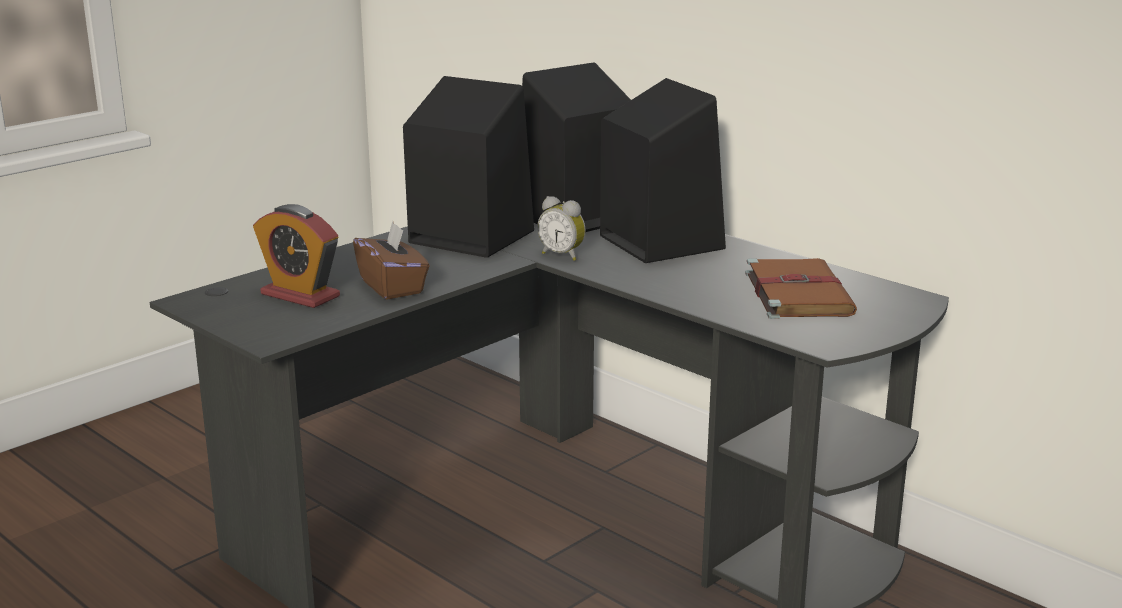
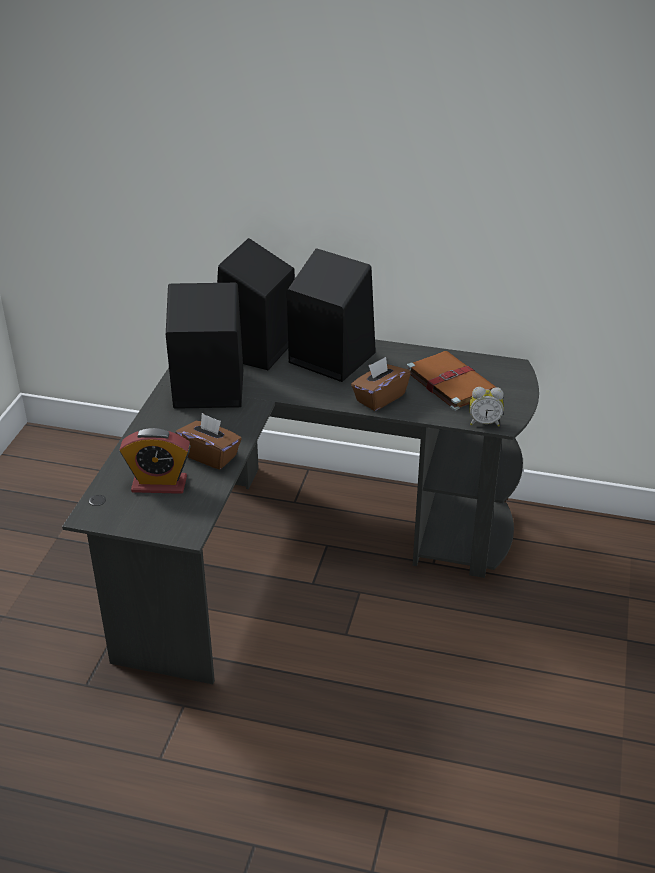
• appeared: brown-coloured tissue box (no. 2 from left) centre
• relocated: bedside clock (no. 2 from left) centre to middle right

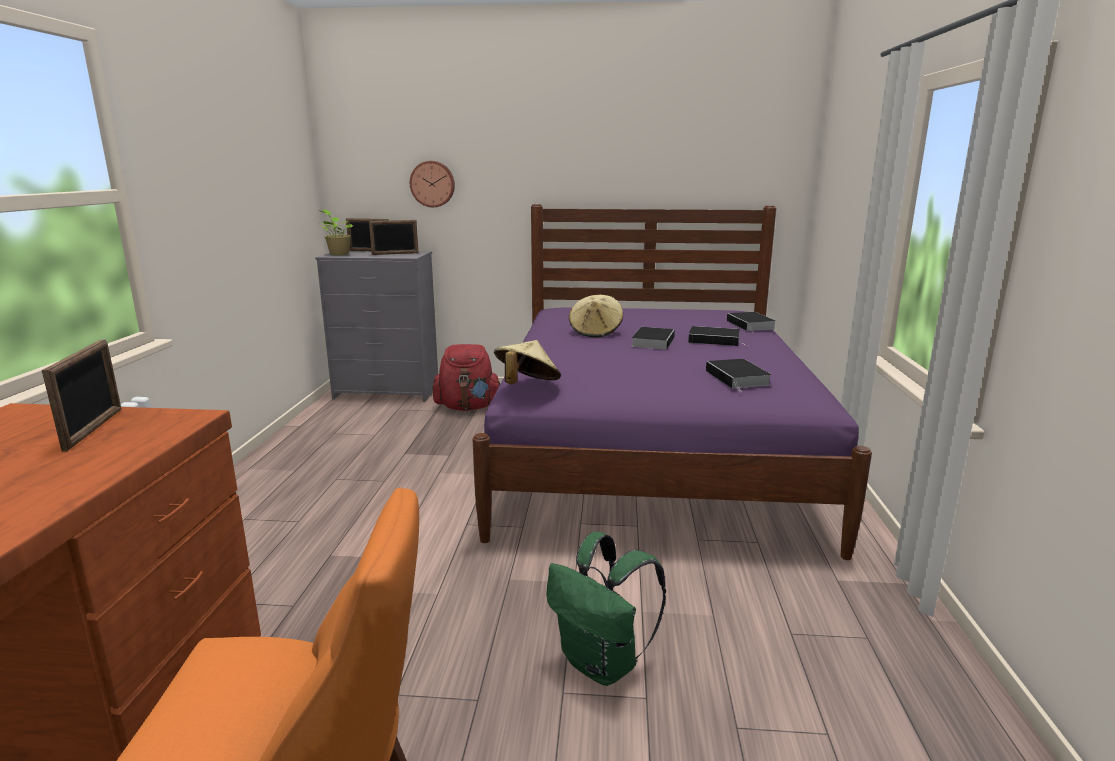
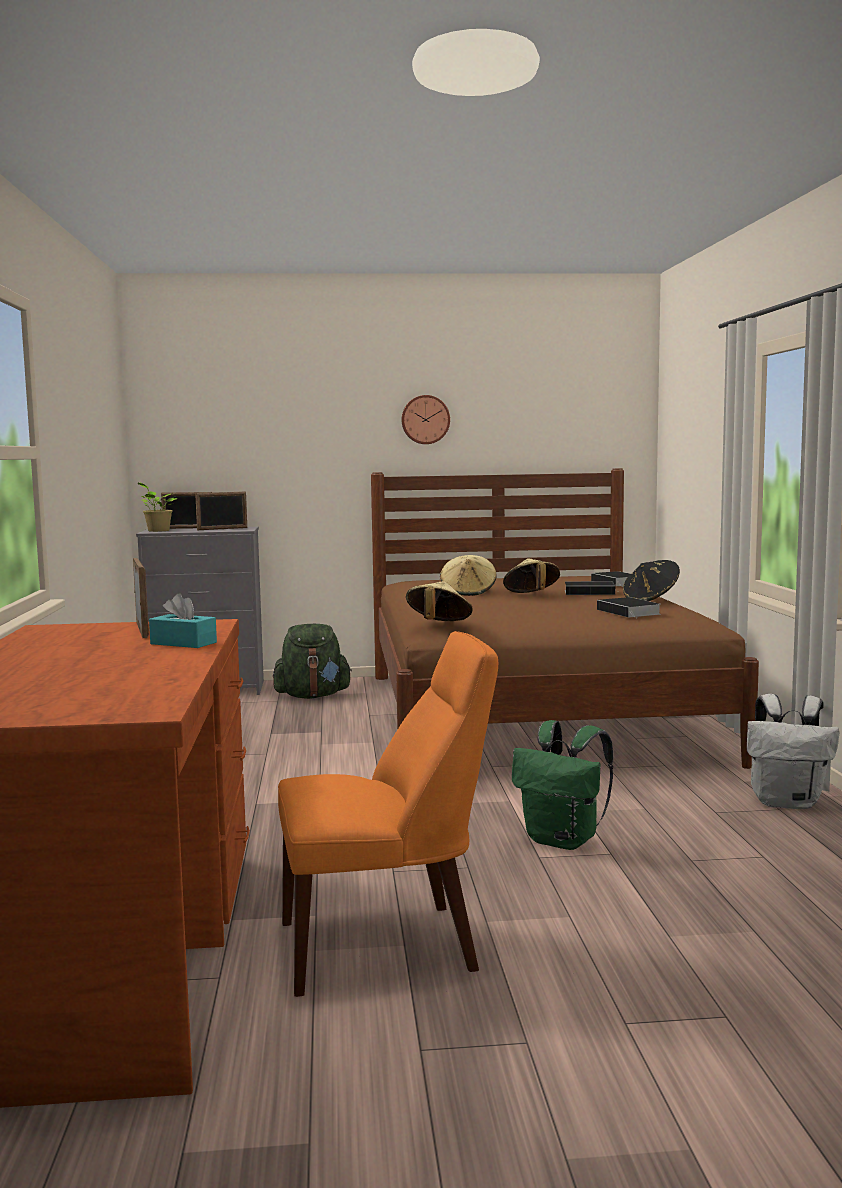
• appeared: turquoise tissue box middle left
• colour: red-coloured knapsack centre to greenish knapsack (no. 1 from left) centre
• colour: purple-coloured bedroom bed centre to brown-coloured bedroom bed middle right
• relocated: wall clock top centre to centre
• exchanged: bound book (no. 1 from left) centre to beige hat (no. 3 from left) centre
• appeared: black-coloured hat middle right
• appeared: white knapsack middle right

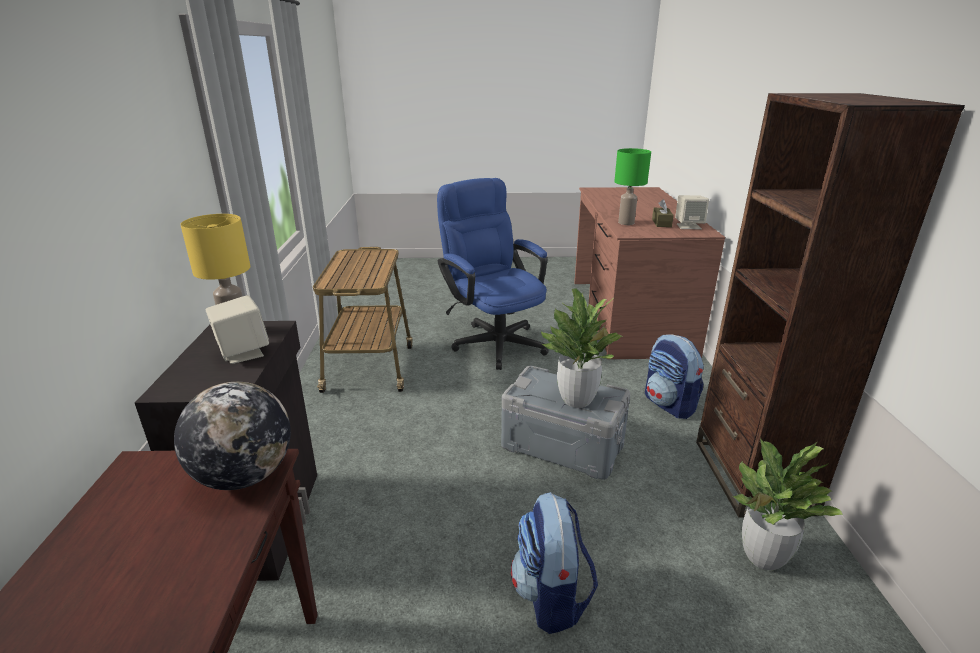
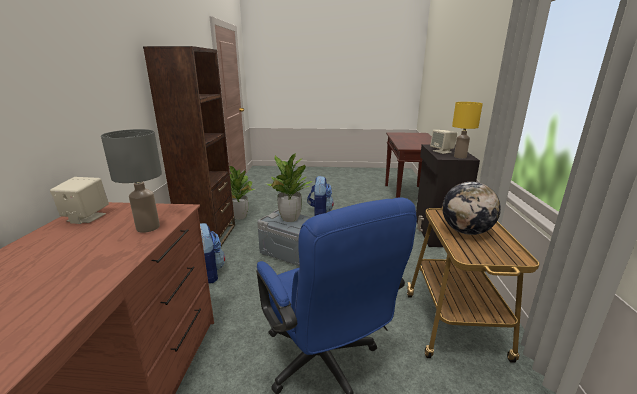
• colour: greenish table lamp top centre to grey table lamp middle left
• relocated: world globe bottom left to middle right
• missing: brown-coloured tissue box top right

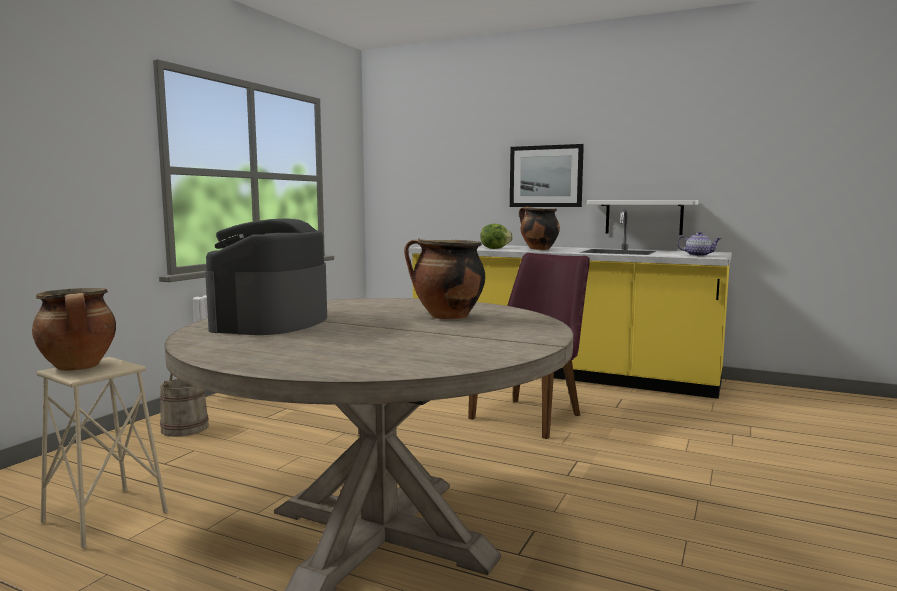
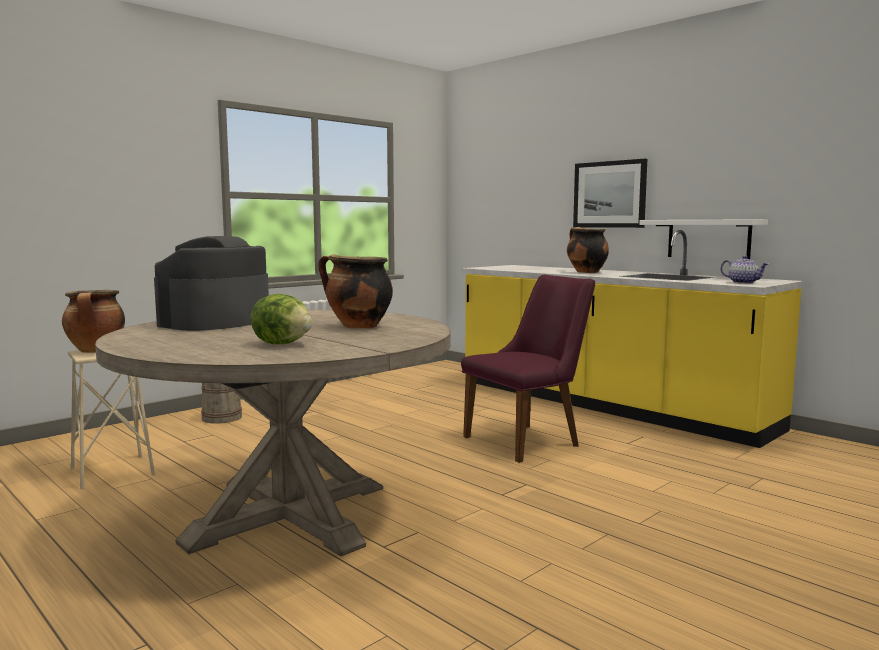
• relocated: lettuce head centre to middle left

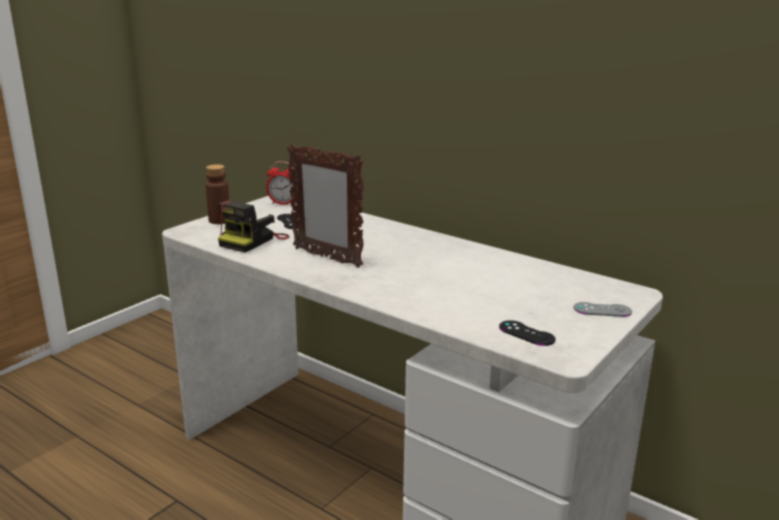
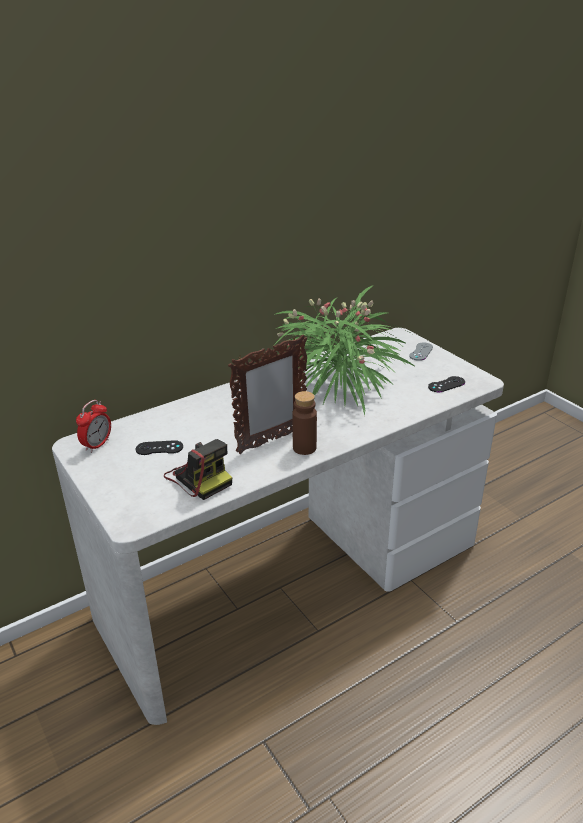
• appeared: houseplant centre
• relocated: brown-coloured beverage bottle middle left to centre

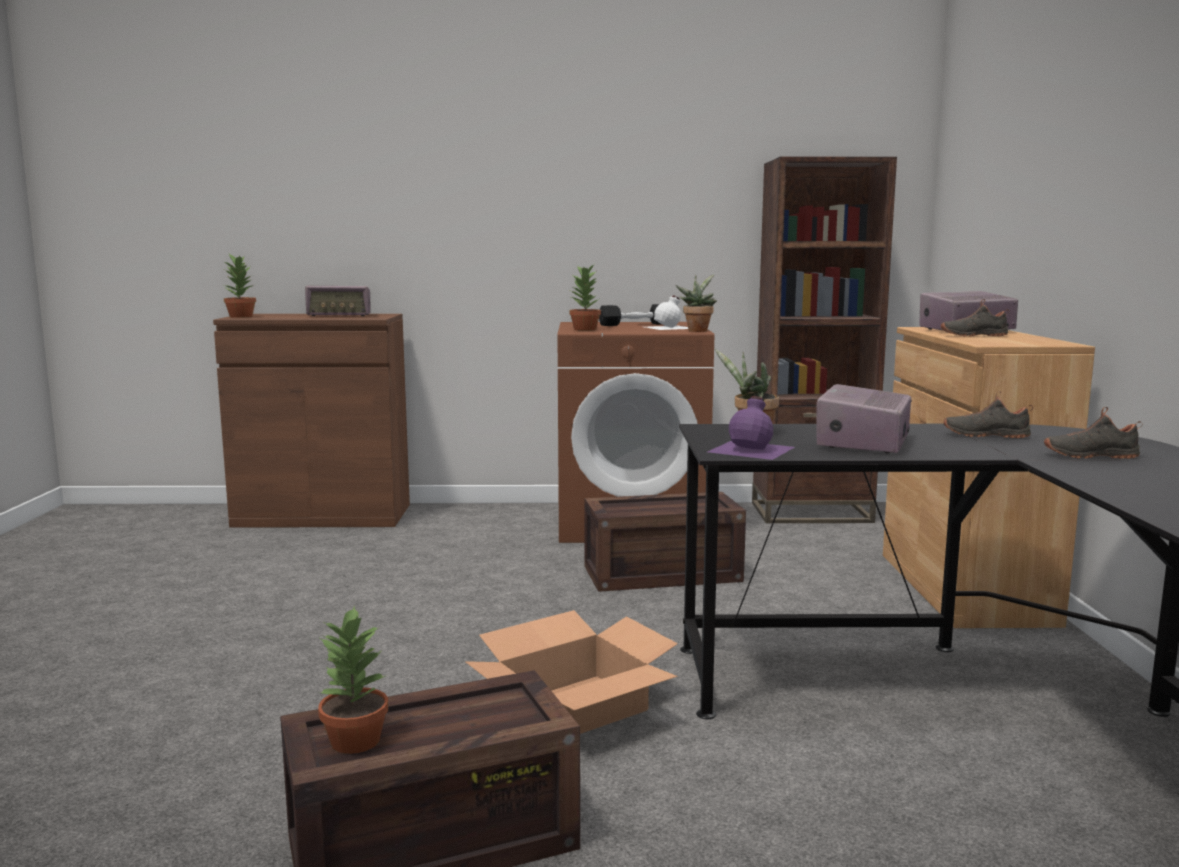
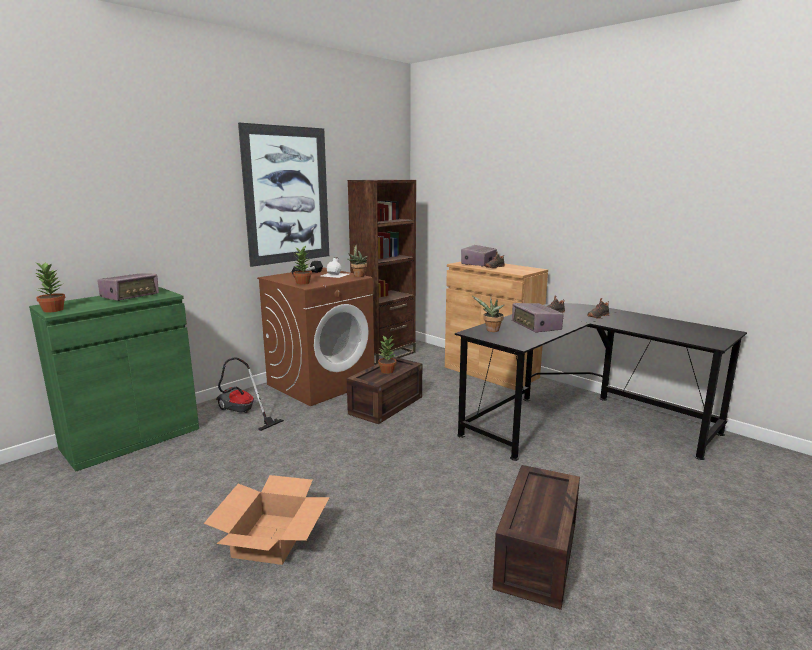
• colour: brown-coloured cupboard (no. 1 from left) middle left to greenish cupboard middle left
• relocated: cardboard box bottom centre to bottom left
• appeared: hoover middle left
• appeared: picture top centre
• relocated: houseplant (no. 2 from left in the first image) bottom left to houseplant (no. 4 from left) centre
• missing: purple-coloured beverage bottle centre

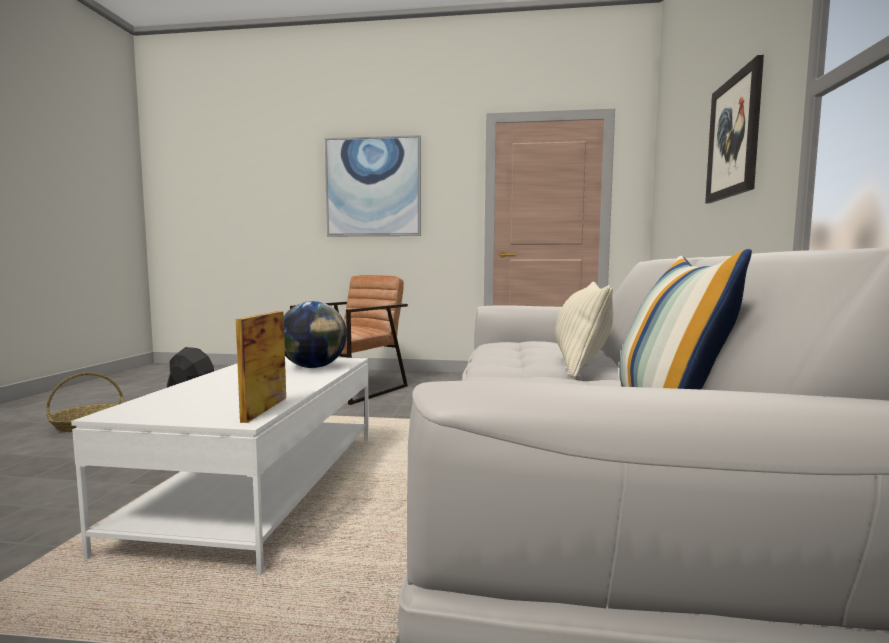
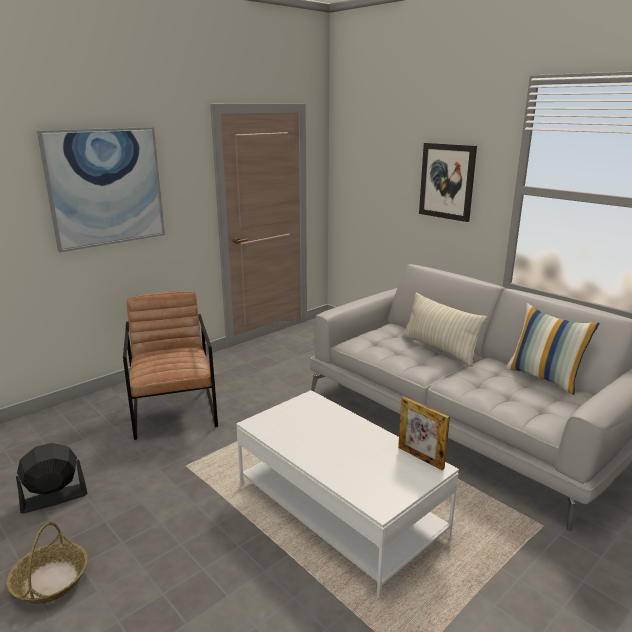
• missing: world globe centre

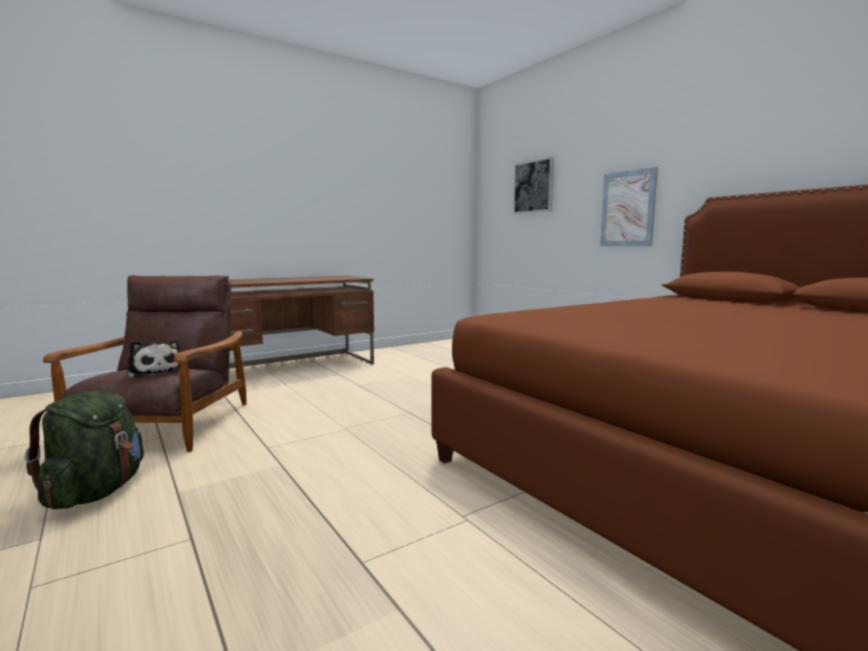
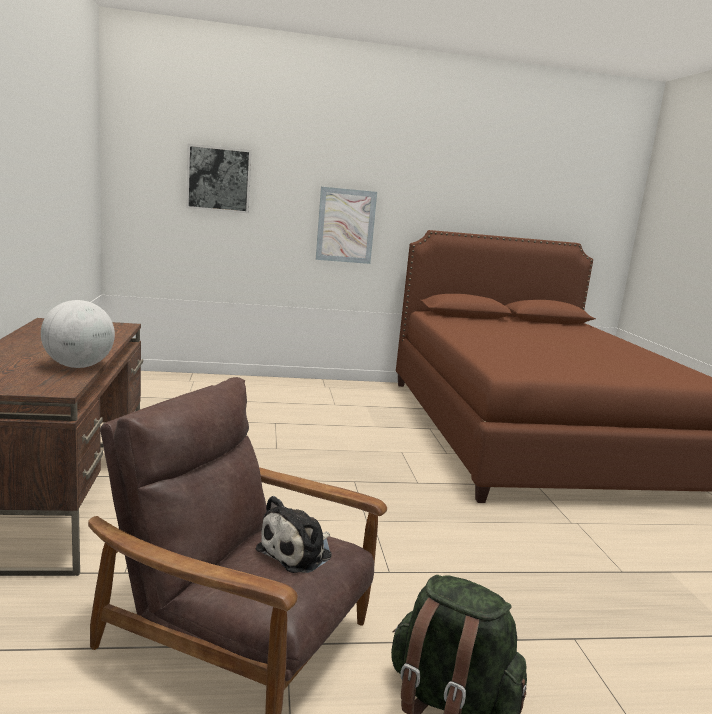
• appeared: world globe middle left
• spun: plush toy middle left = bottom centre 150 degrees clockwise

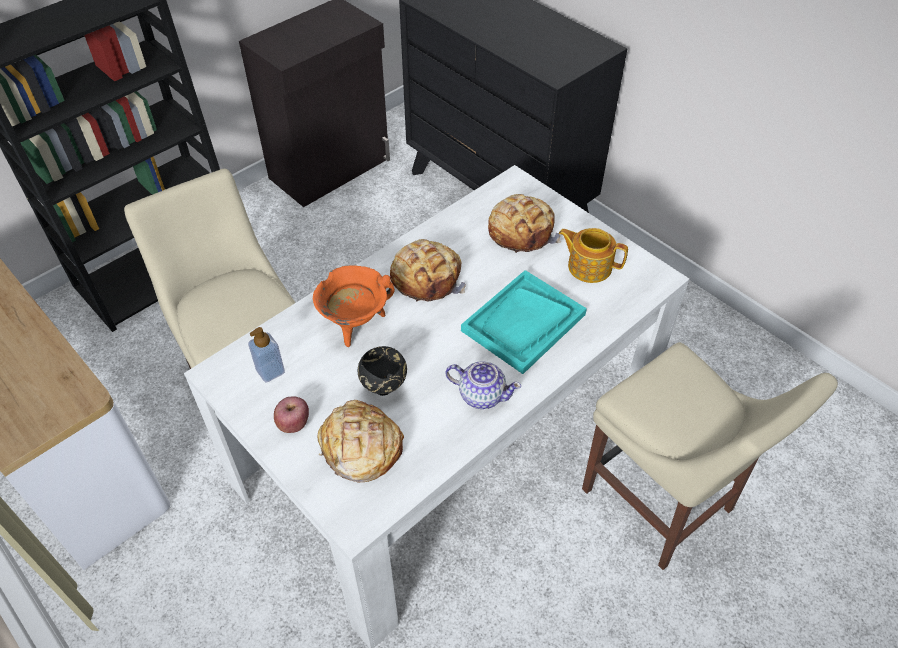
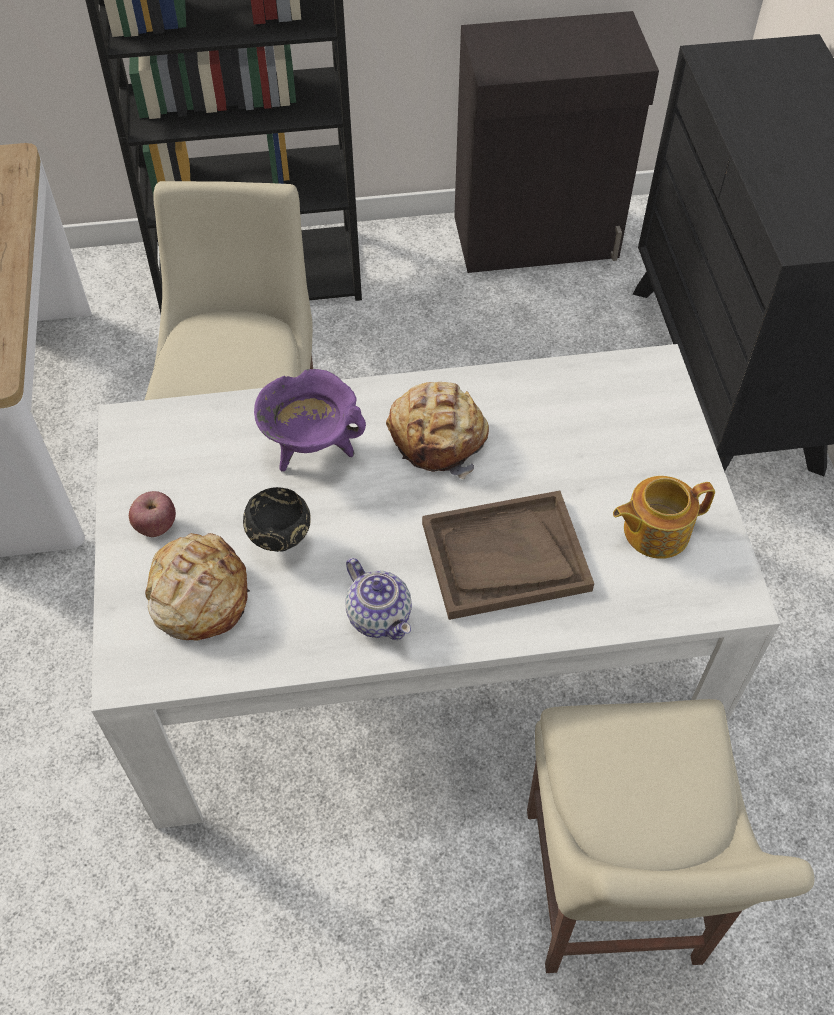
• colour: orangey saucepot centre to purple-coloured saucepot centre
• colour: turquoise tray centre to brown-coloured tray centre
• spun: teapot (no. 2 from left) centre = middle right 75 degrees counterclockwise
• missing: soap dispenser middle left
• missing: bread (no. 3 from left) centre

